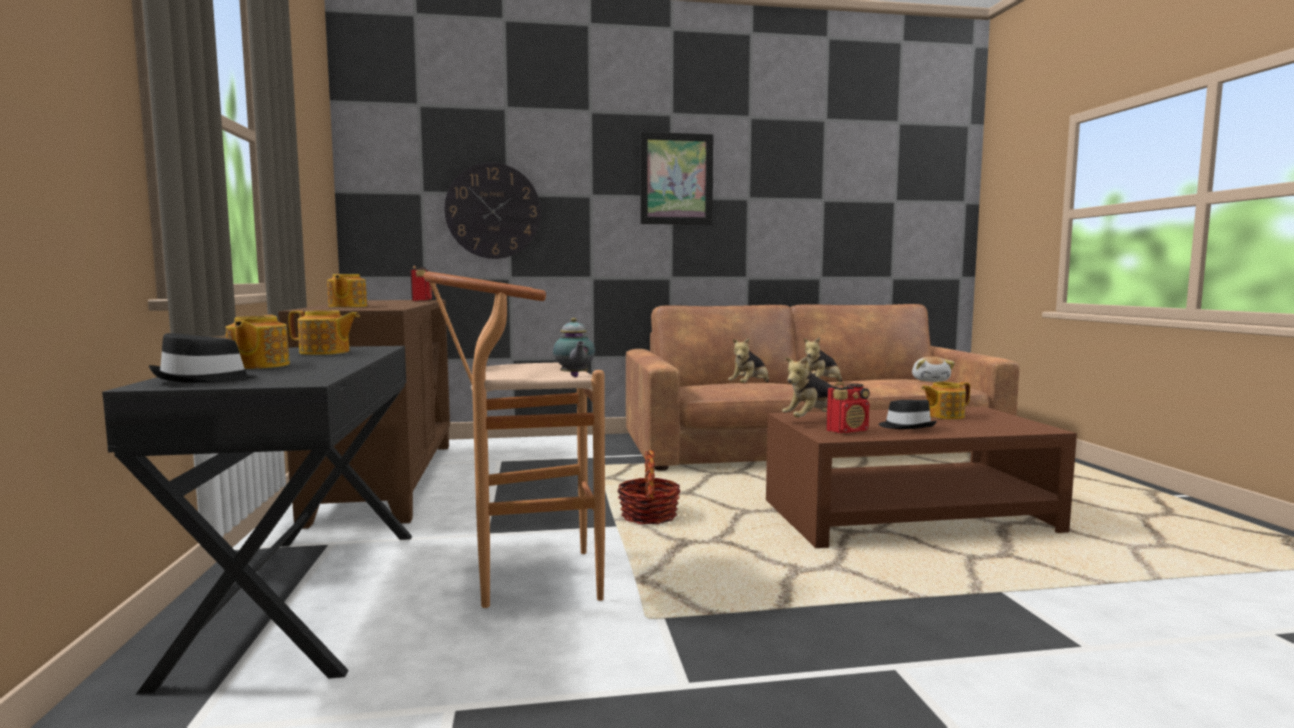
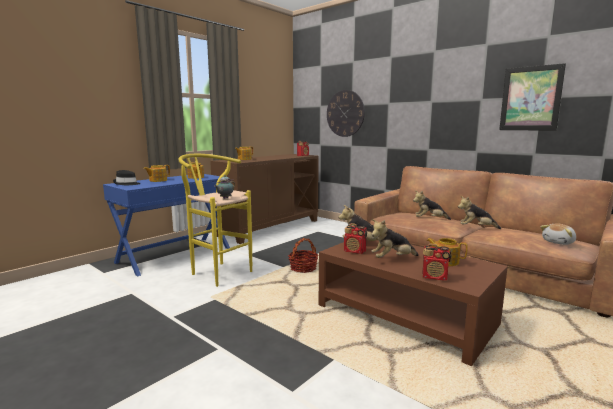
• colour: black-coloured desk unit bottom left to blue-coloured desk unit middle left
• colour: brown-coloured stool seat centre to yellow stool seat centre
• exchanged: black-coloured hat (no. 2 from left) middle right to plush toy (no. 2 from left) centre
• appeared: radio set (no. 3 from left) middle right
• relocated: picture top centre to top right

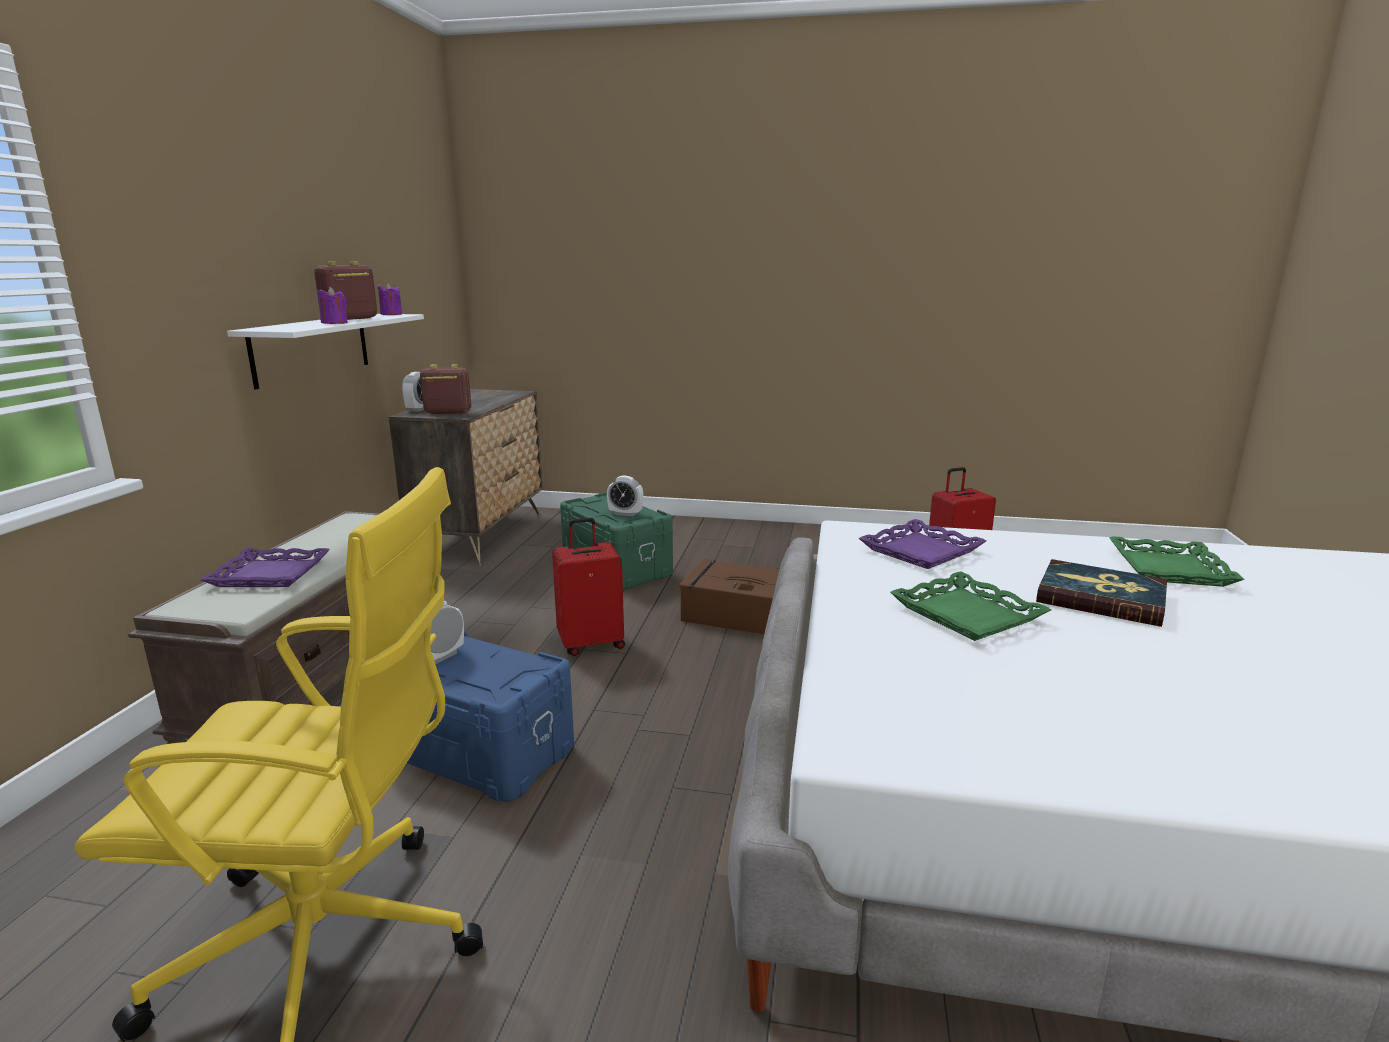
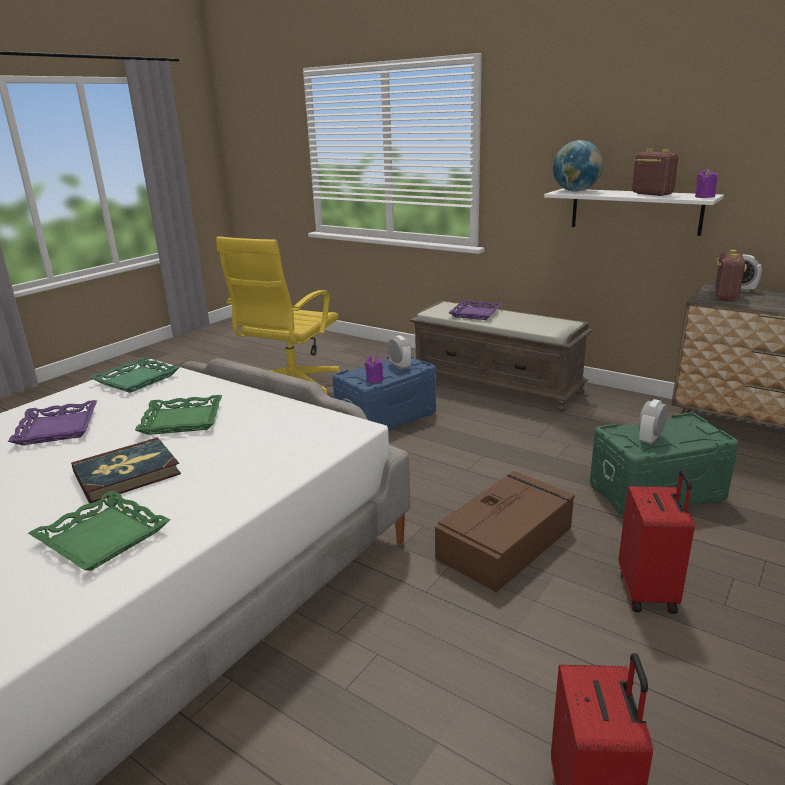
• relocated: purple-coloured tray (no. 2 from left in the first image) centre to purple-coloured tray (no. 1 from left) middle left
• appeared: greenish tray (no. 2 from left) middle left
• relocated: purple-coloured wax light (no. 1 from left) top left to centre
• appeared: world globe top right
• relocated: red-coloured travel case (no. 1 from left in the first image) centre to red-coloured travel case (no. 2 from left) bottom right

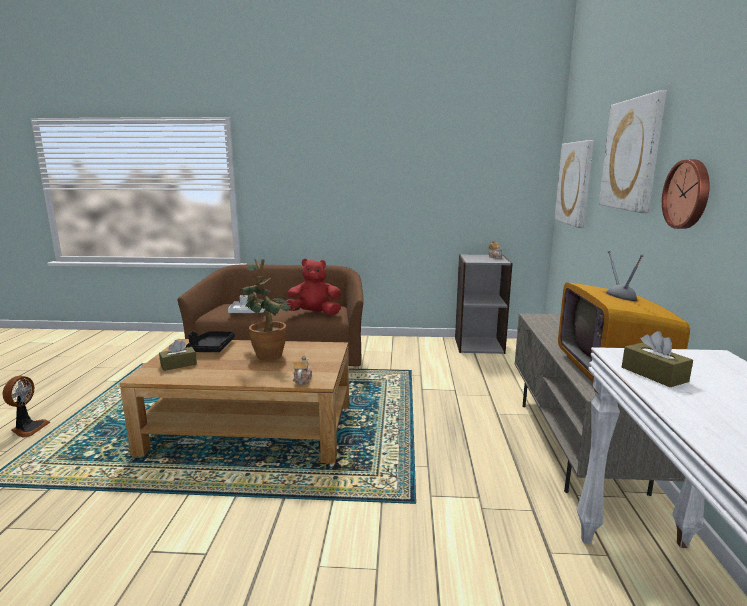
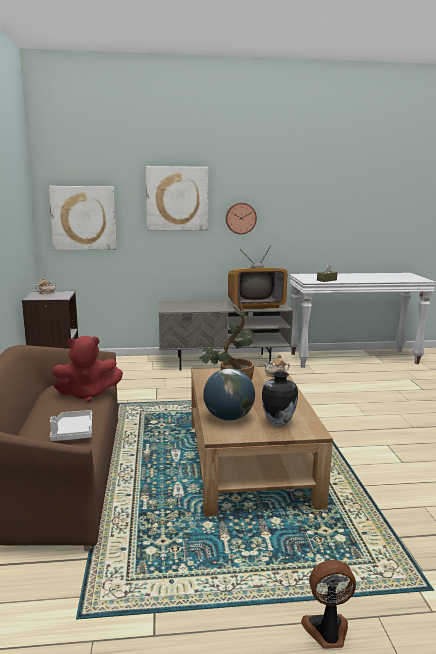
• spun: red-coloured plush toy centre = middle left 90 degrees counterclockwise
• exchanged: black-coloured tray middle left to world globe centre
• exchanged: brown-coloured tissue box (no. 1 from left) middle left to vase centre

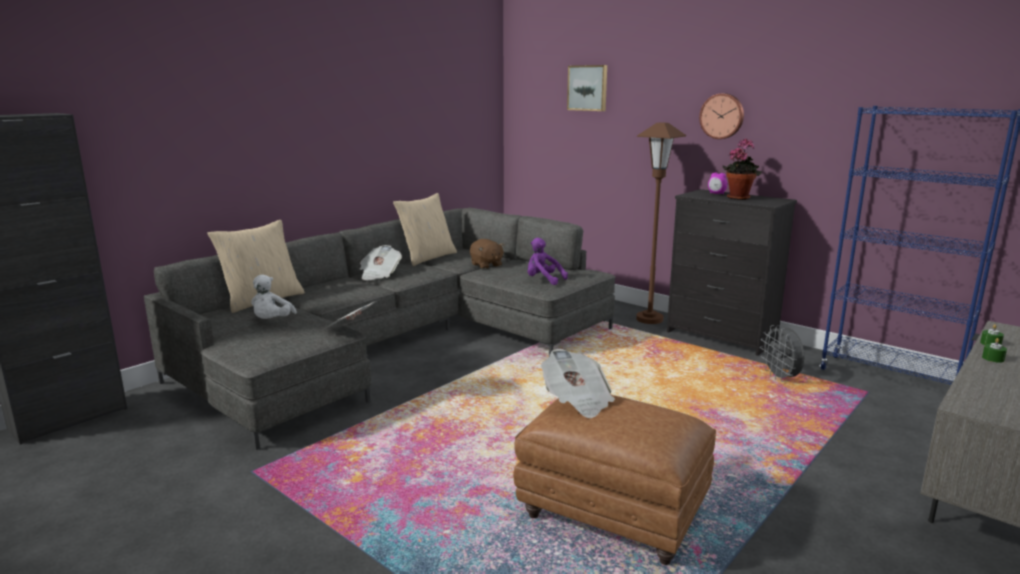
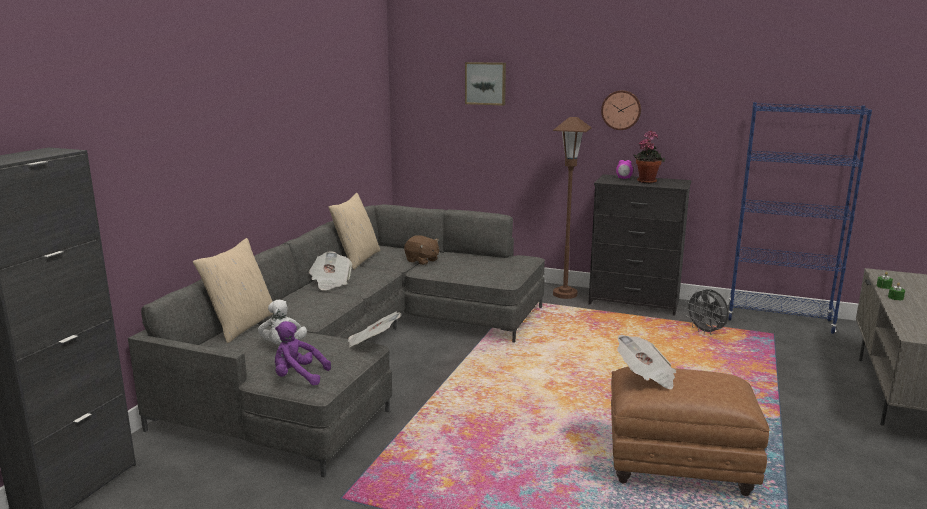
• relocated: purple-coloured plush toy centre to bottom left

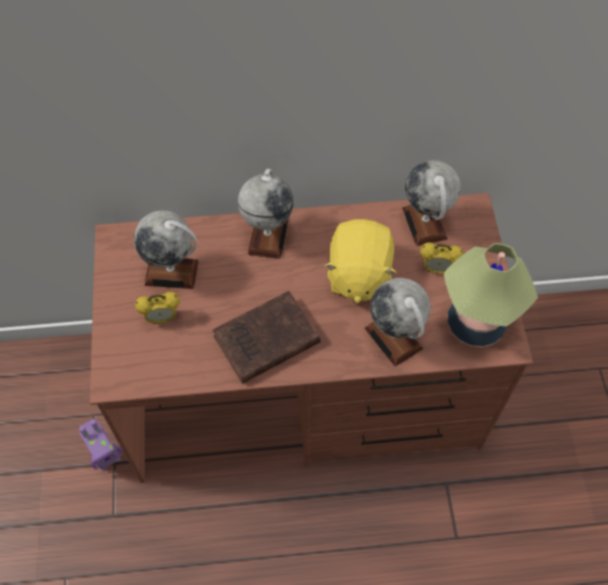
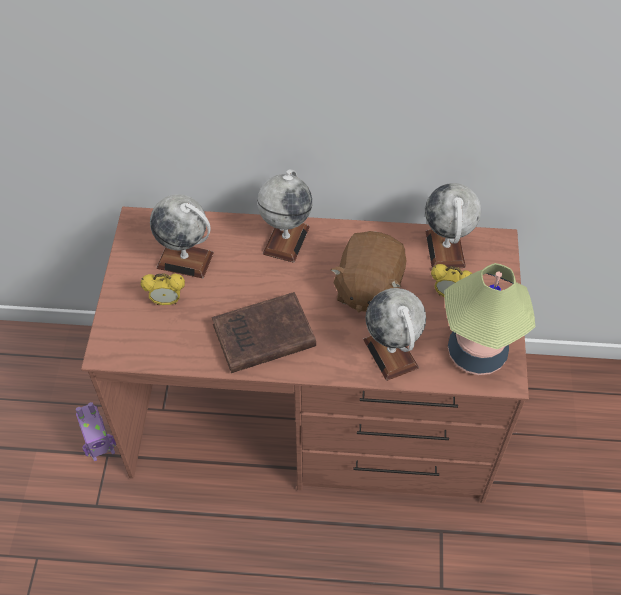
• colour: yellow plush toy centre to brown-coloured plush toy centre

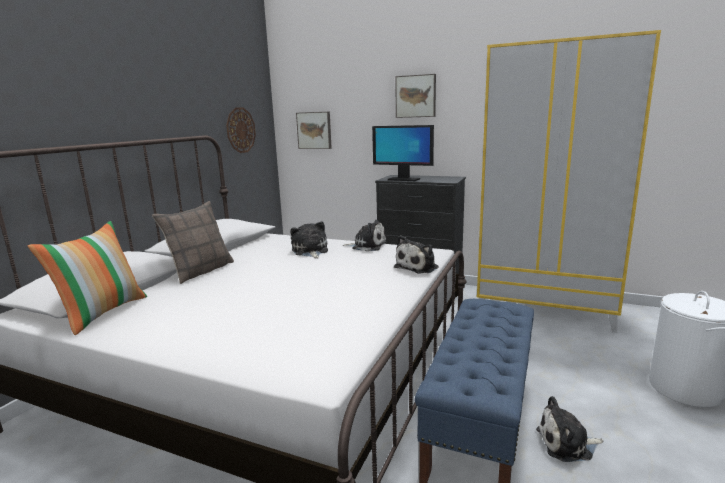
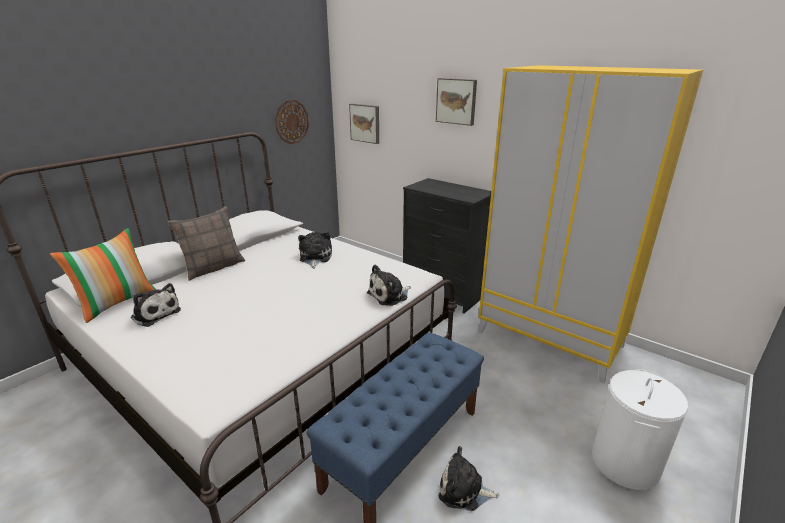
• relocated: plush toy (no. 2 from left in the first image) centre to plush toy (no. 1 from left) middle left
• missing: computer display top centre

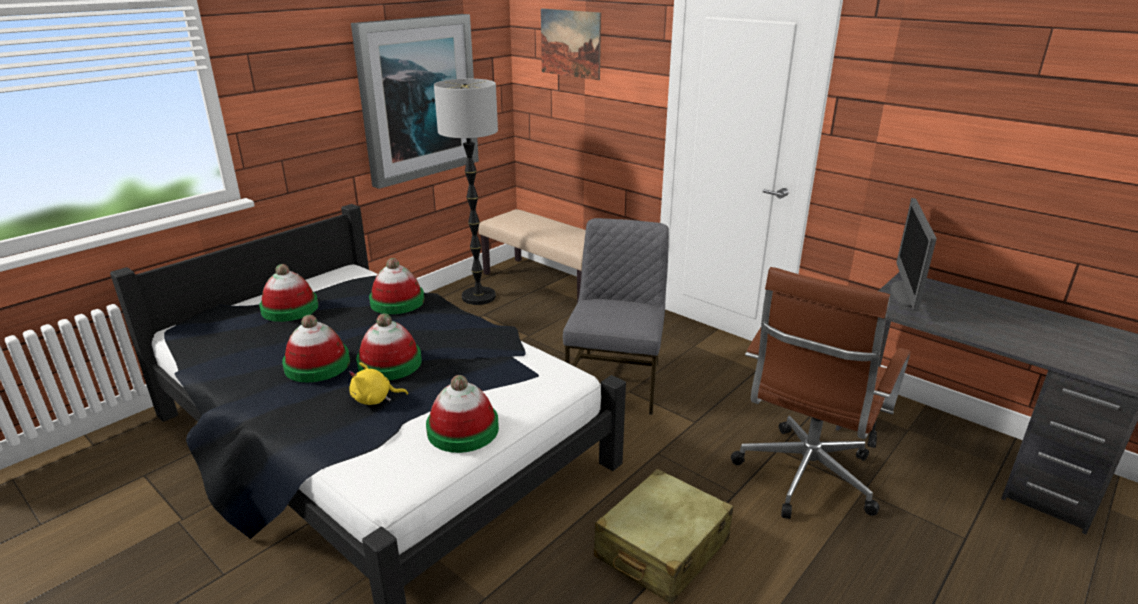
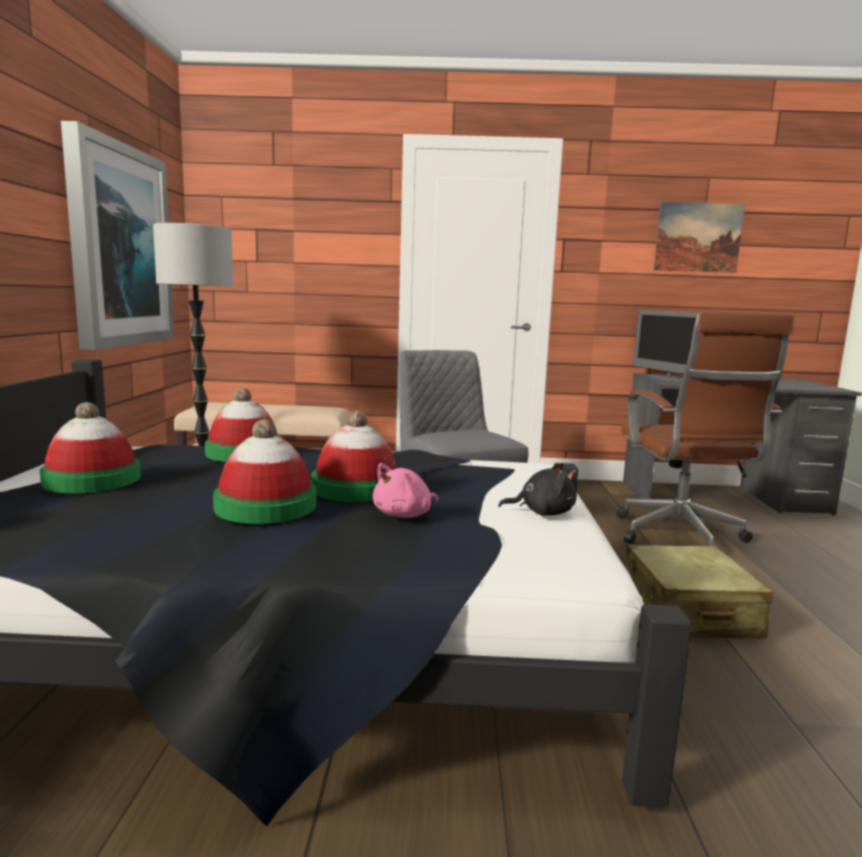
• colour: yellow plush toy middle left to pinkish plush toy centre
• exchanged: hat (no. 5 from left) bottom centre to black-coloured plush toy centre
• relocated: picture (no. 2 from left) top centre to top right

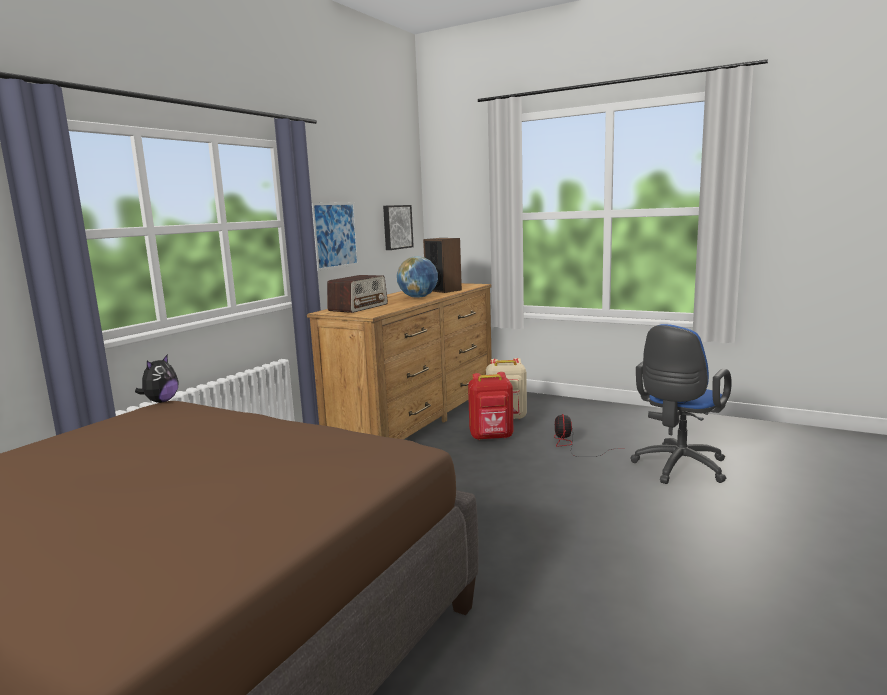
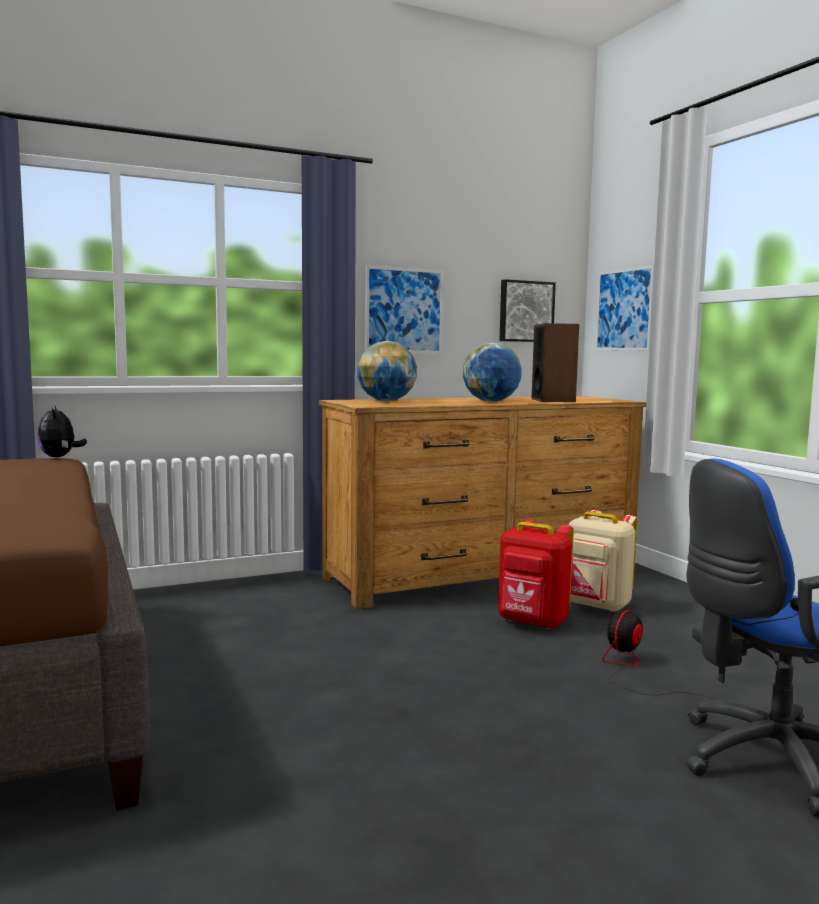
• spun: plush toy middle left = middle left 105 degrees clockwise
• exchanged: radio set centre to world globe (no. 1 from left) centre
• appeared: picture (no. 3 from left) middle right

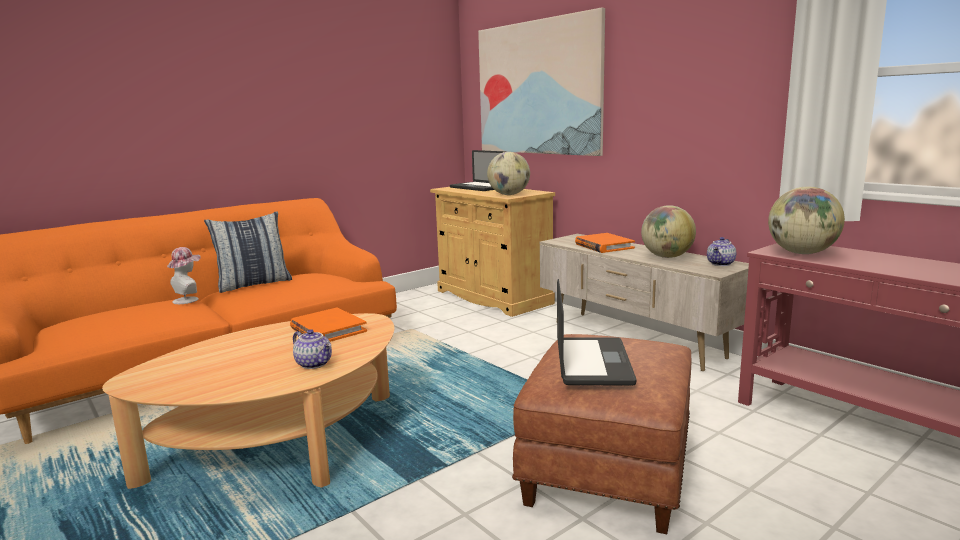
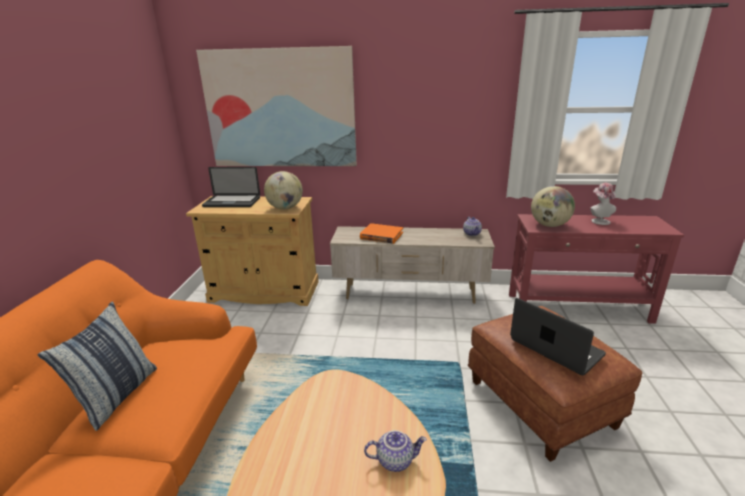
• relocated: hat middle left to middle right
• missing: orangey bound book (no. 1 from left) centre
• missing: world globe (no. 2 from left) middle right

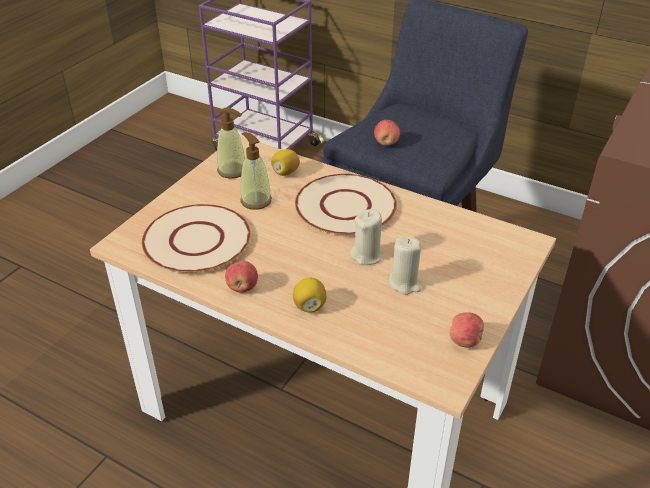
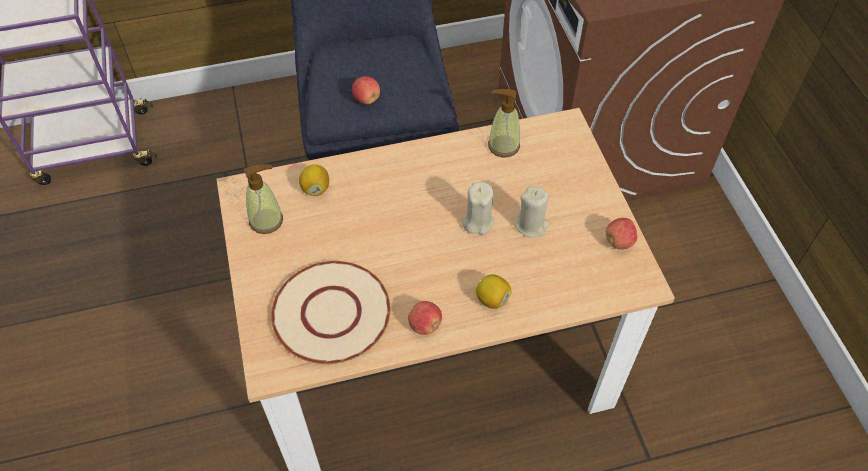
• relocated: soap dispenser (no. 2 from left) centre to top centre
• missing: beige plate (no. 2 from left) centre

